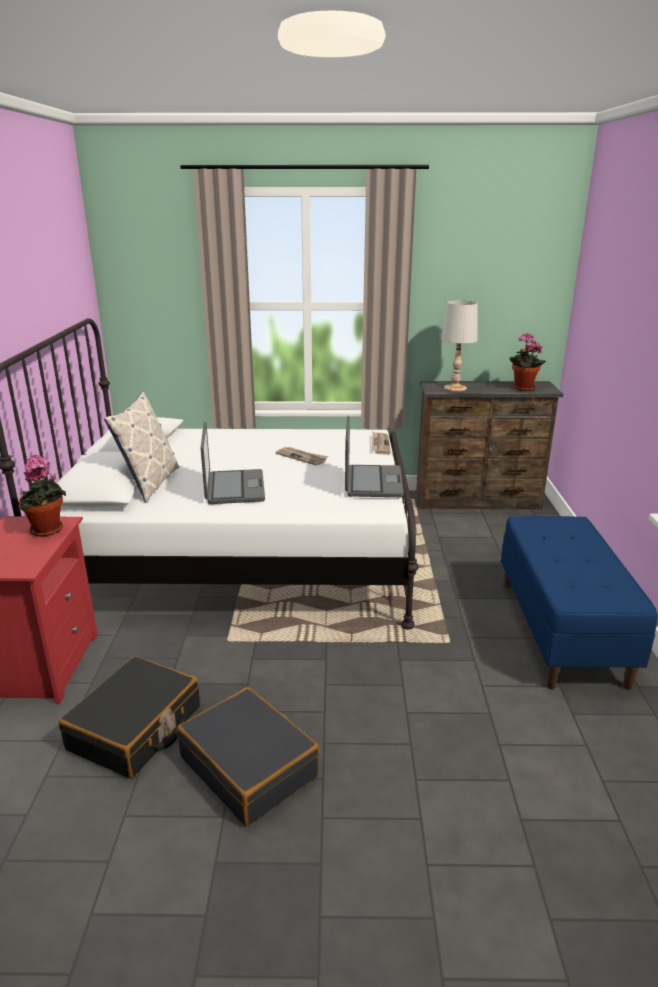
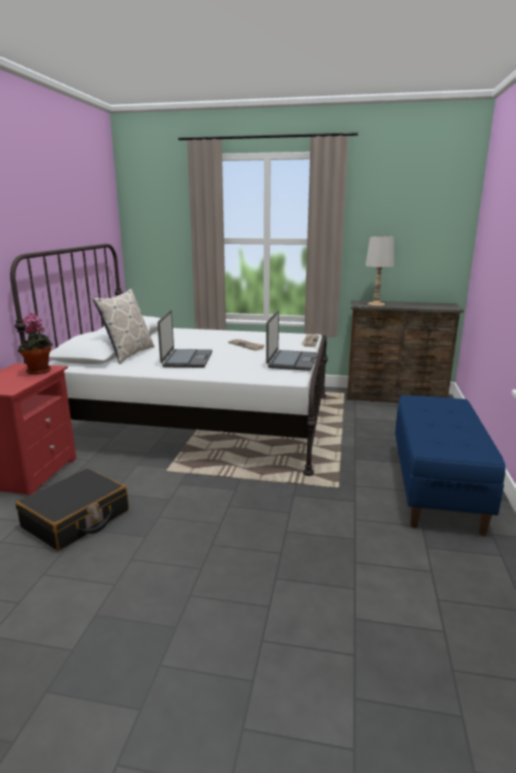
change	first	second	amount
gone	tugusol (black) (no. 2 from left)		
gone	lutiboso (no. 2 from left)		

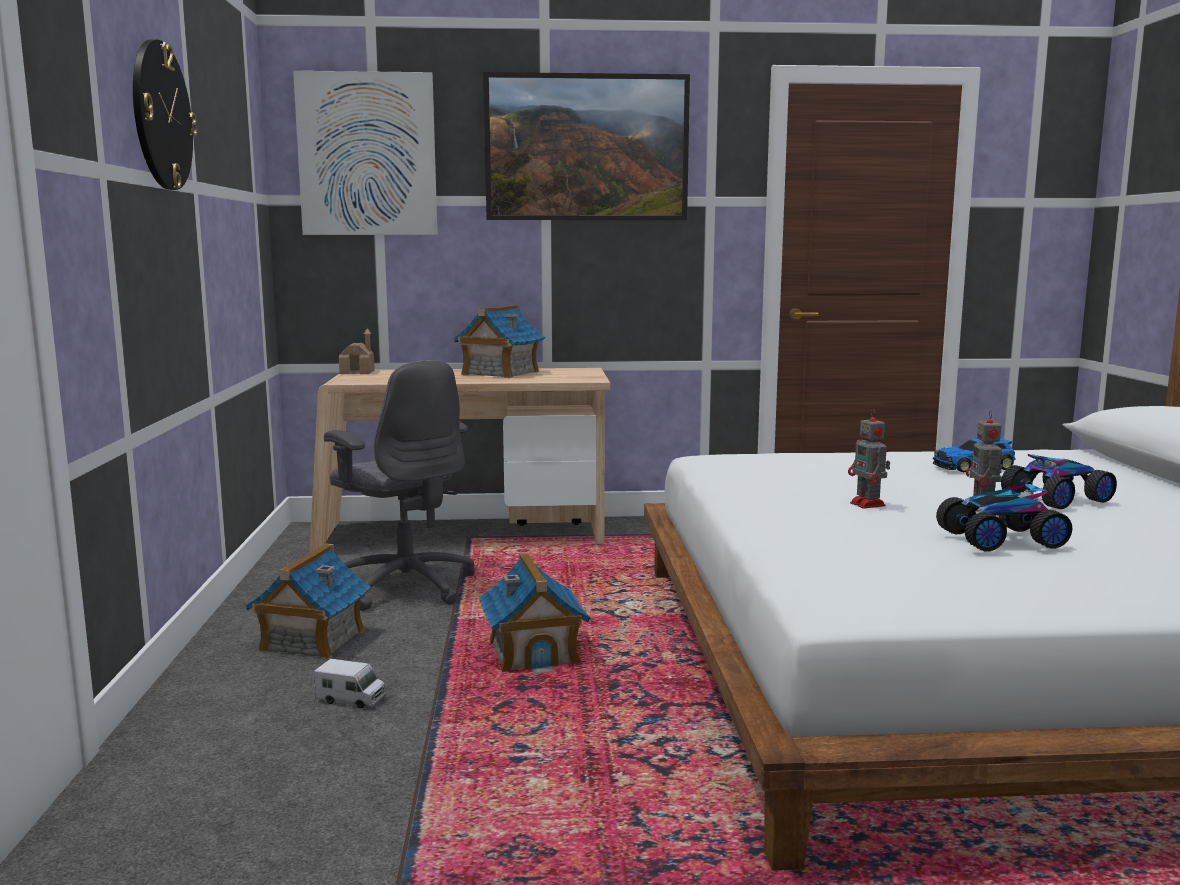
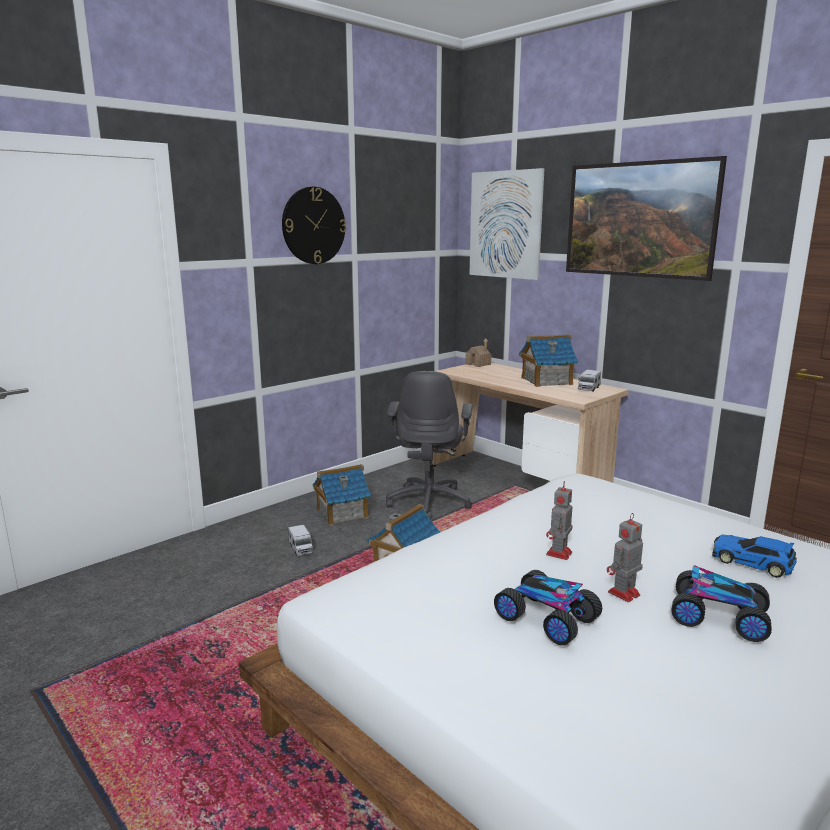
change	first	second	amount
new		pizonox (no. 2 from left)	

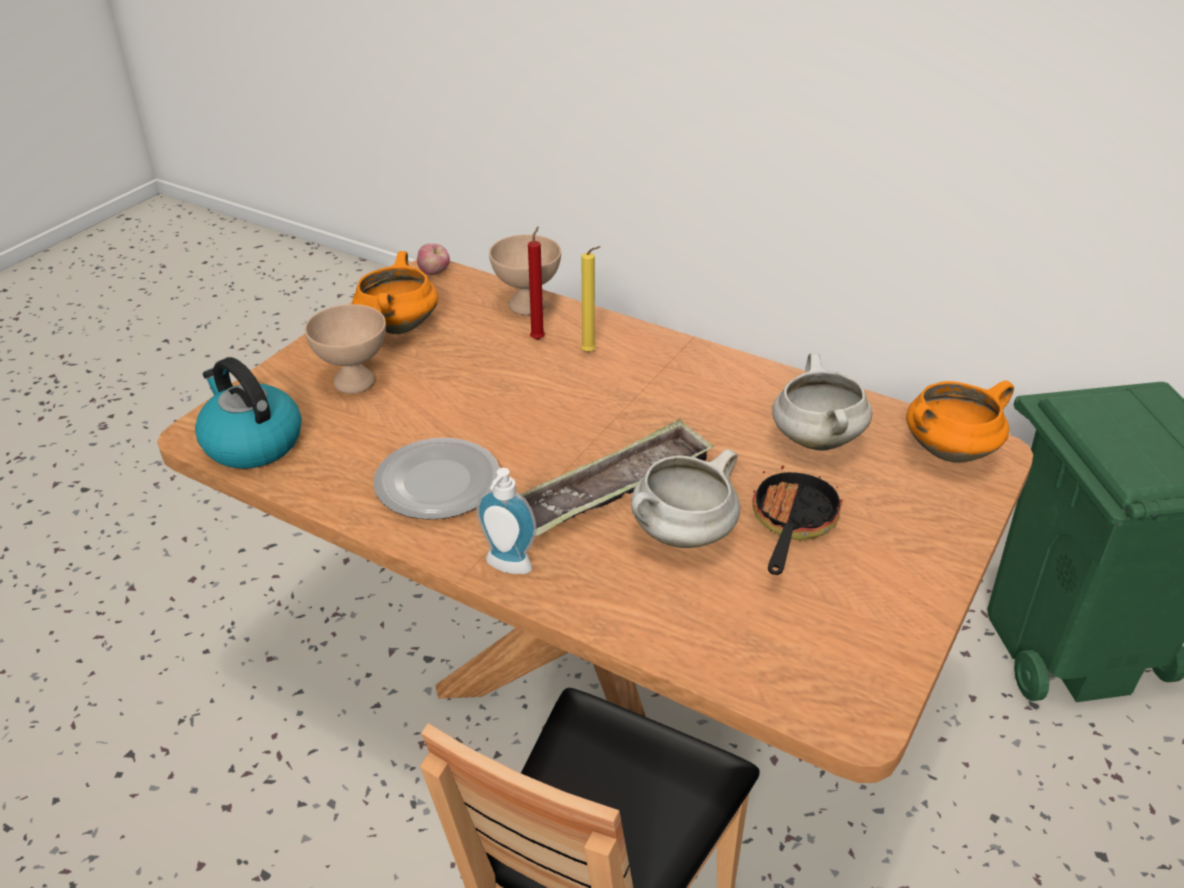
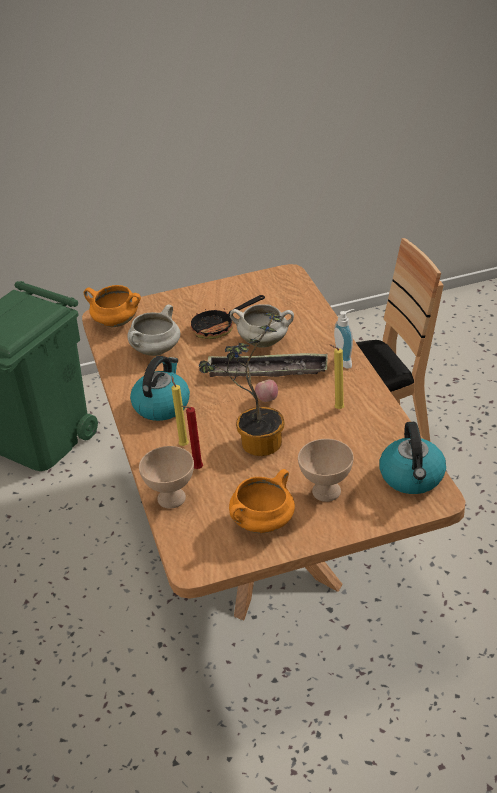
change	first	second	amount
new		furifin (no. 1 from left)	
new		lutiboso	
shifted	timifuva		
swapped	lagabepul	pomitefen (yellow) (no. 2 from left)	

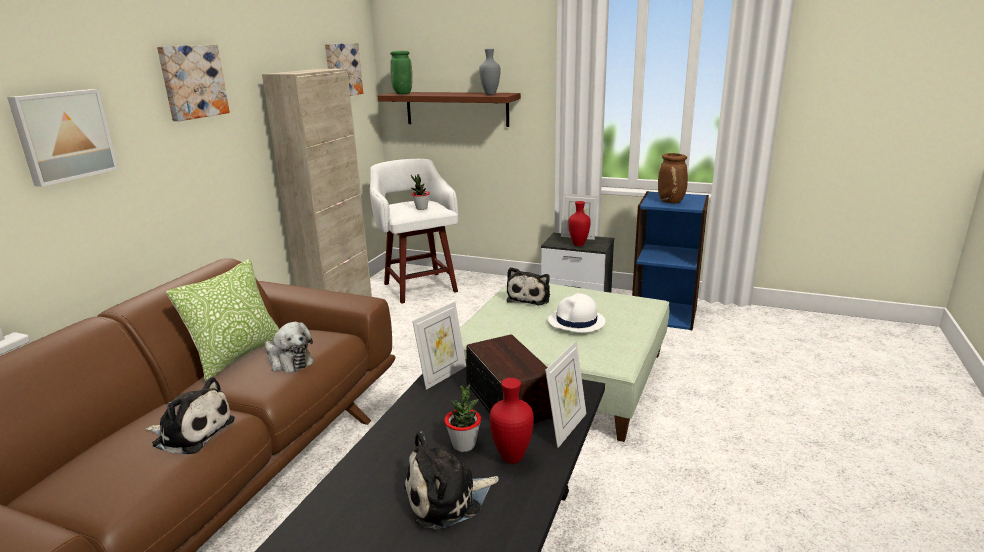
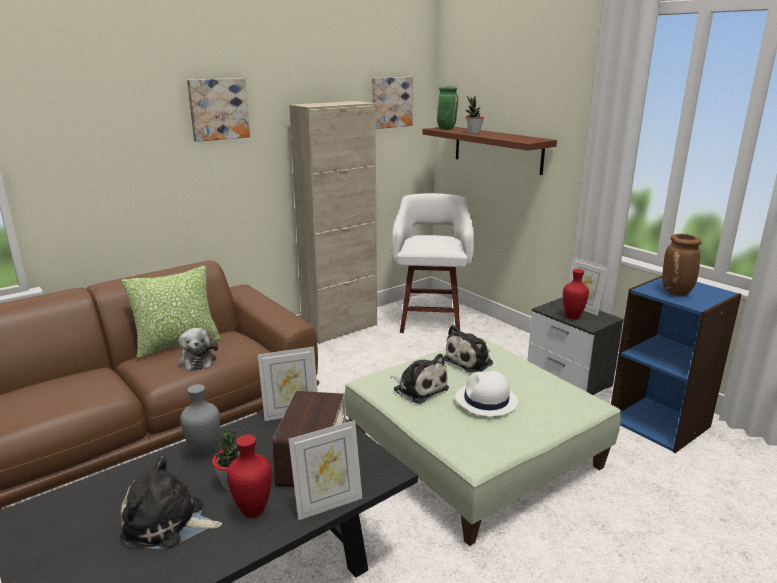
change	first	second	amount
gone	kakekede (no. 1 from left)		
shifted	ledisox (no. 1 from left in the first image)	ledisox (no. 3 from left)	
shifted	lutiboso (no. 1 from left in the first image)	lutiboso (no. 2 from left)	
shifted	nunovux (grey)		

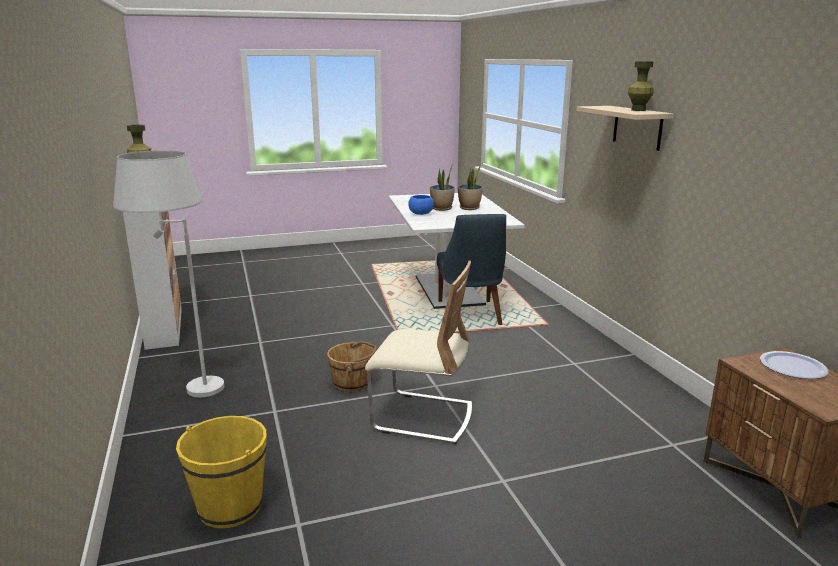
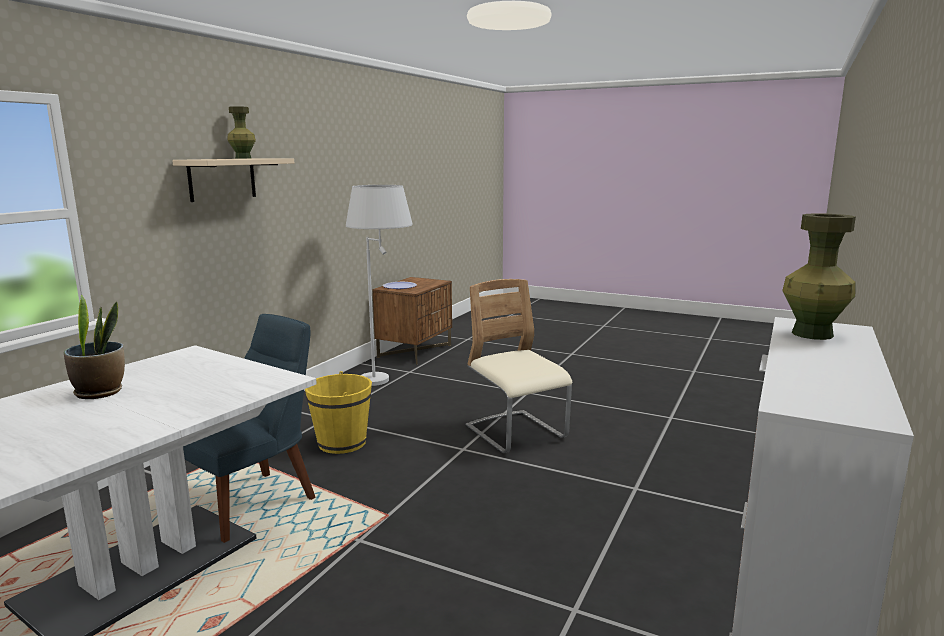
change	first	second	amount
gone	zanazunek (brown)		
gone	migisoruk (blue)		
gone	lutiboso (no. 1 from left)		
shifted	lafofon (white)		
shifted	zanazunek (yellow)		

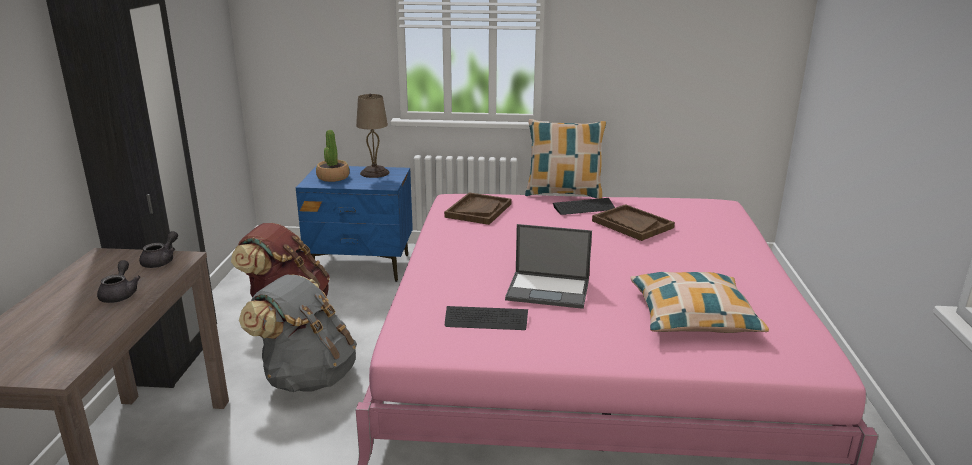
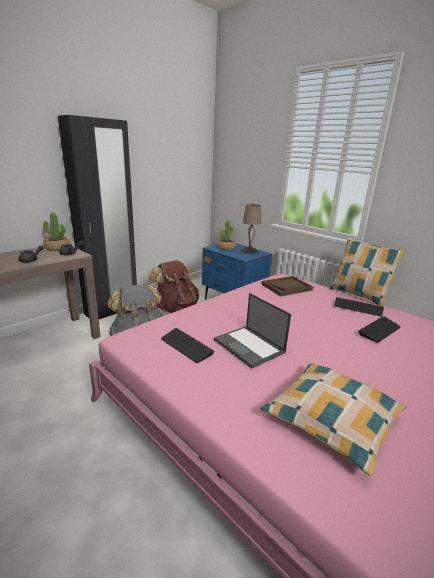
change	first	second	amount
new		lutiboso (no. 1 from left)	
swapped	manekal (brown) (no. 2 from left)	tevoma (no. 3 from left)	

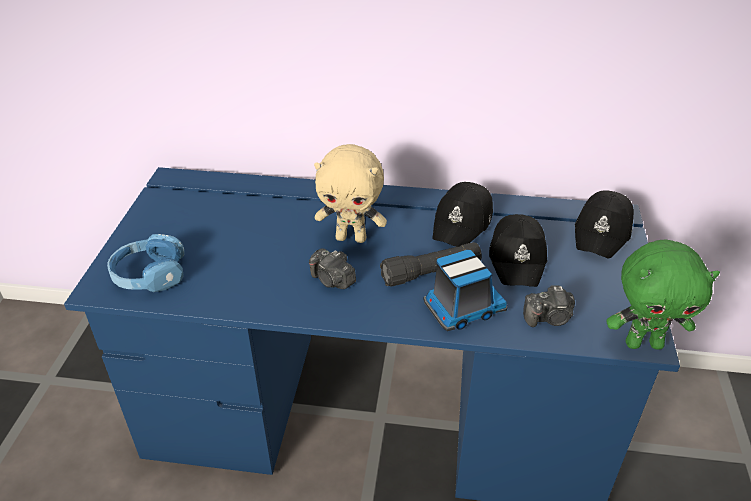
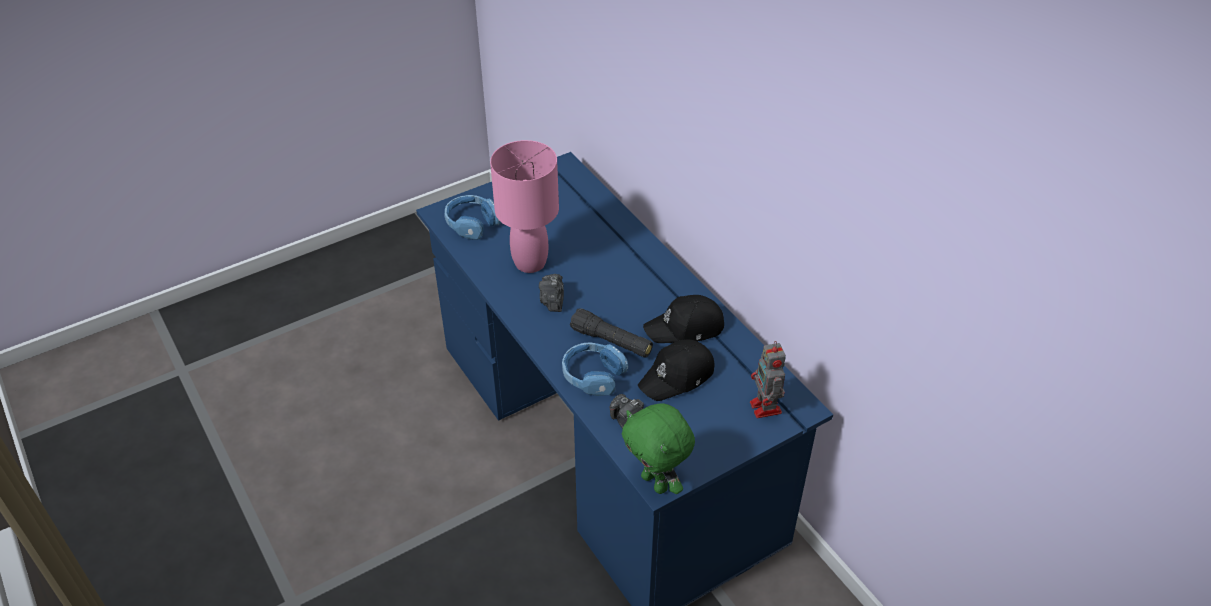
change	first	second	amount
gone	ledisox (beige)		
new		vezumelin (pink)	
swapped	pizonox	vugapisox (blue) (no. 2 from left)	
swapped	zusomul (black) (no. 3 from left)	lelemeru	

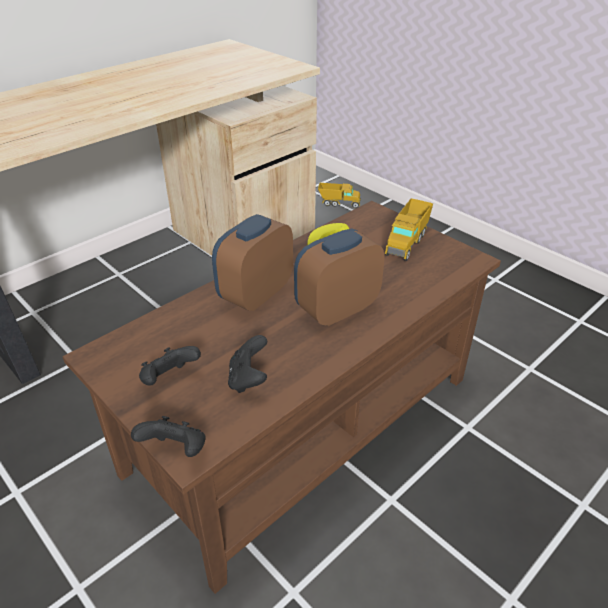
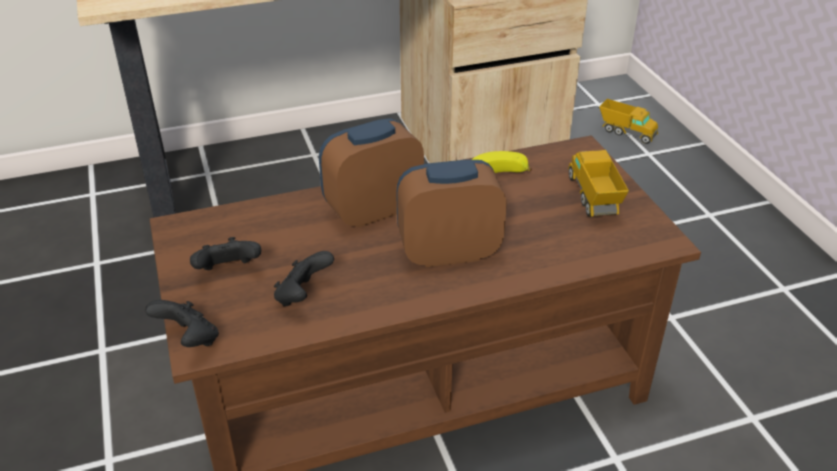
change	first	second	amount
rotated	pizonox (no. 2 from left in the first image)	pizonox (no. 1 from left)	120 degrees clockwise

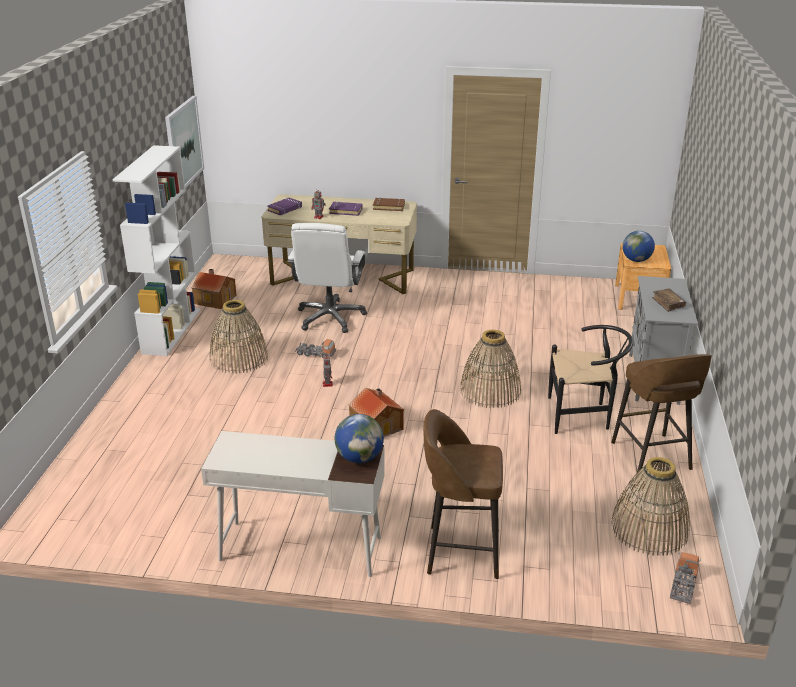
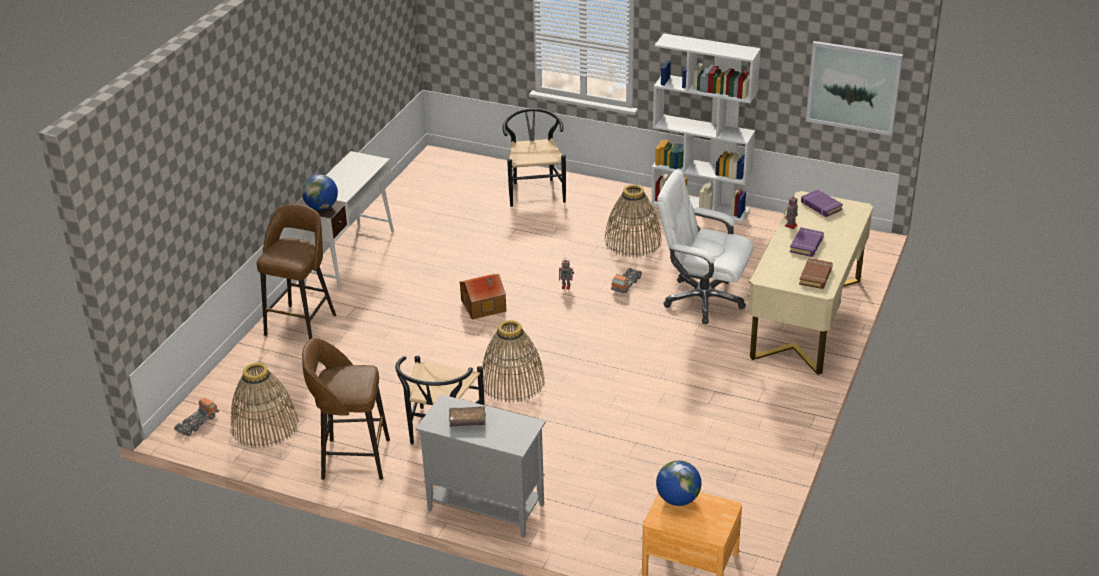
change	first	second	amount
gone	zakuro (no. 1 from left)		
new		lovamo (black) (no. 2 from left)	
rotated	pizonox (no. 2 from left in the first image)	pizonox (no. 1 from left)	90 degrees counterclockwise

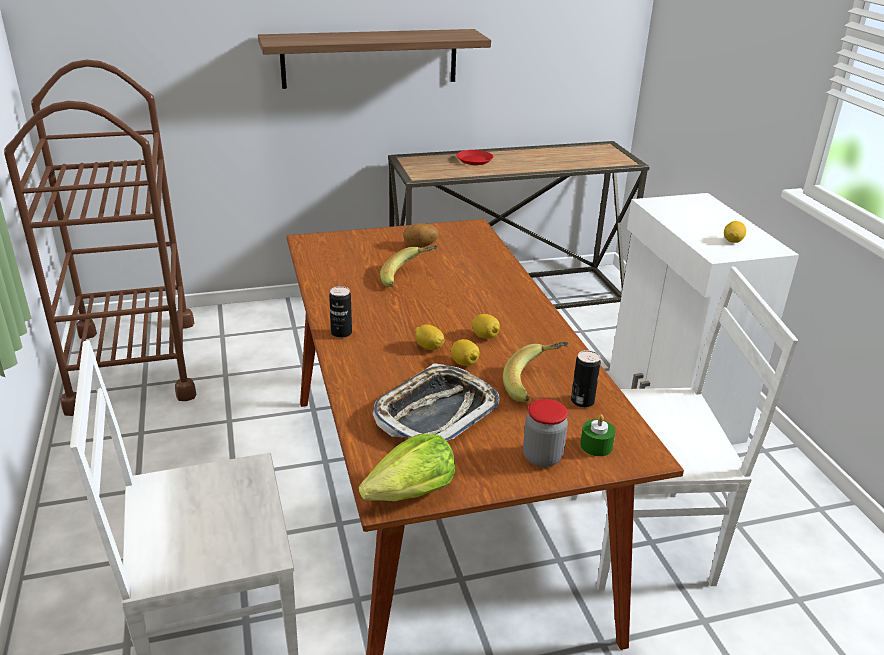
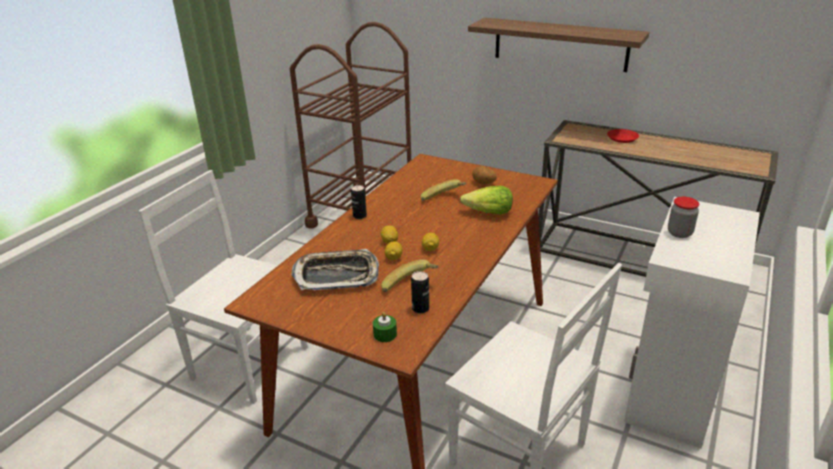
change	first	second	amount
gone	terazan (no. 4 from left)		
shifted	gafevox		
shifted	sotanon		

